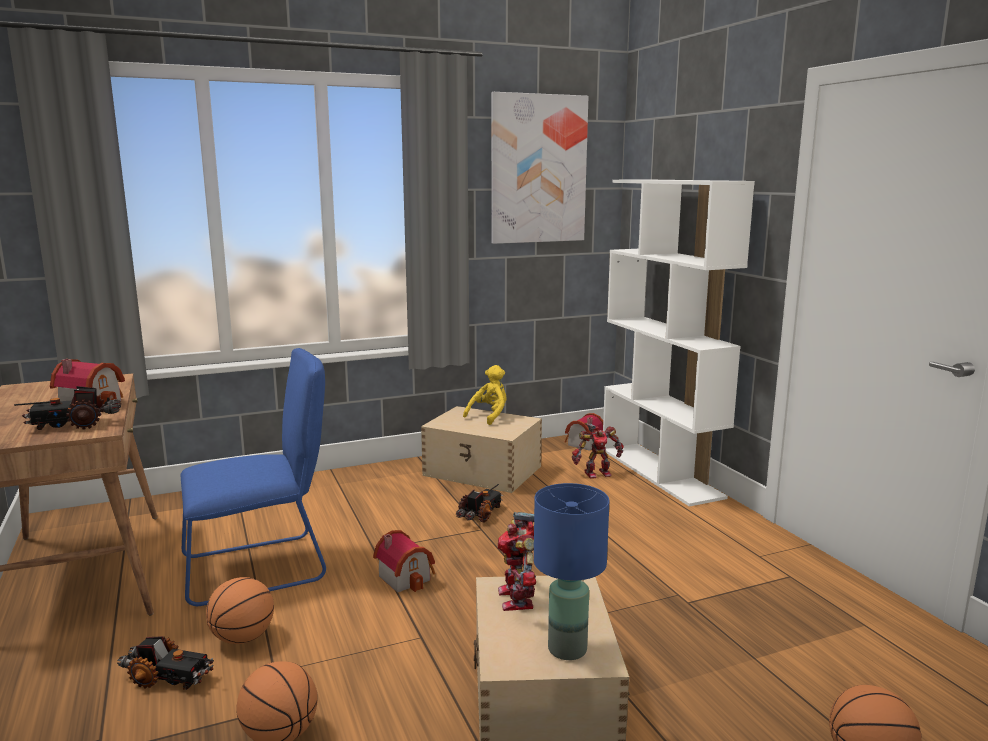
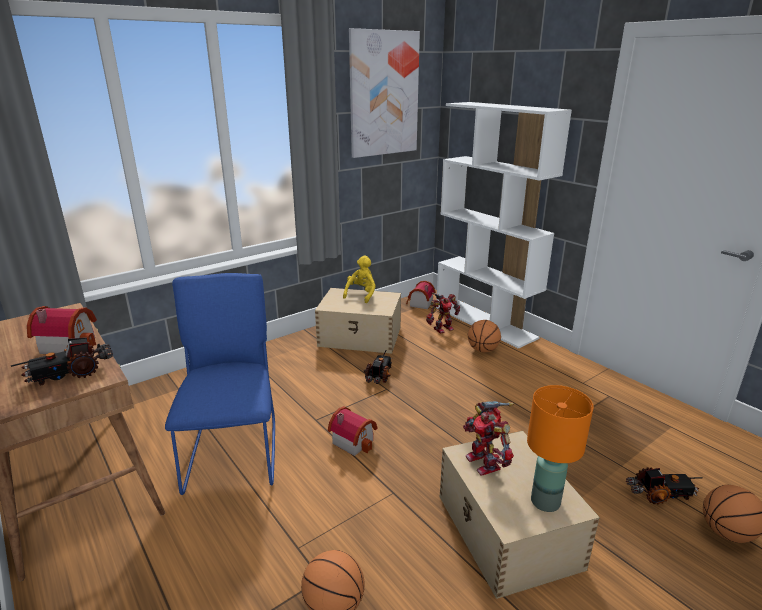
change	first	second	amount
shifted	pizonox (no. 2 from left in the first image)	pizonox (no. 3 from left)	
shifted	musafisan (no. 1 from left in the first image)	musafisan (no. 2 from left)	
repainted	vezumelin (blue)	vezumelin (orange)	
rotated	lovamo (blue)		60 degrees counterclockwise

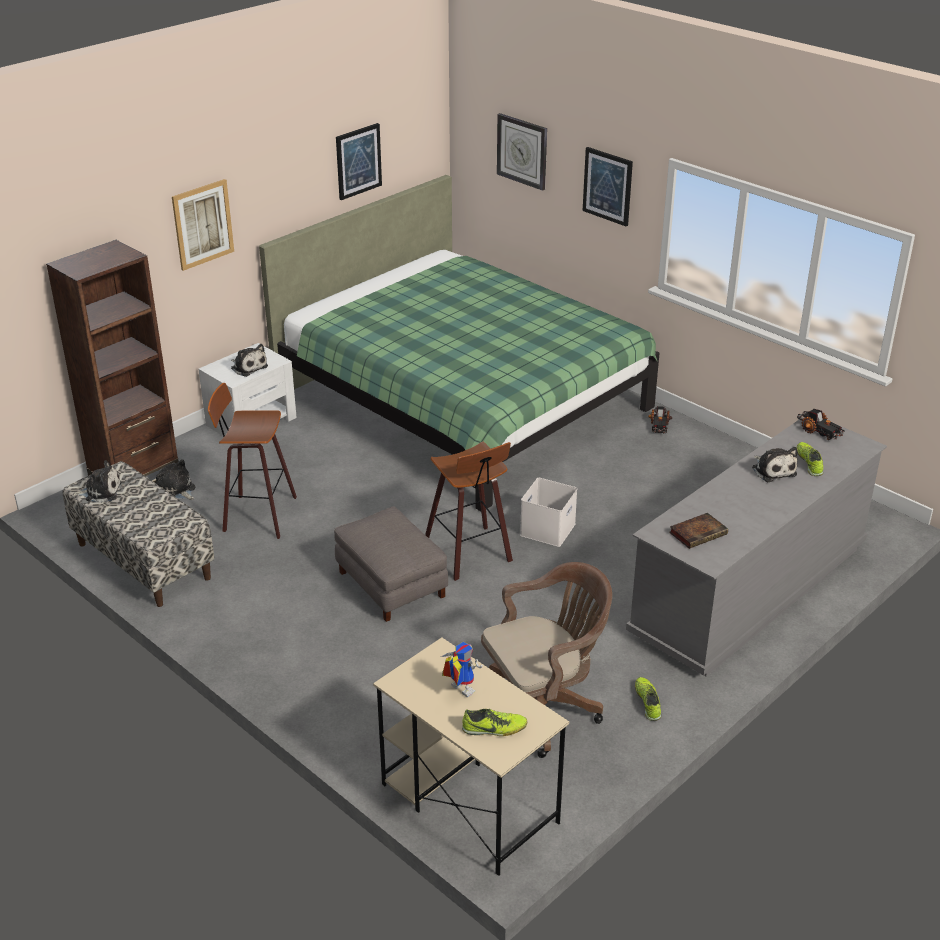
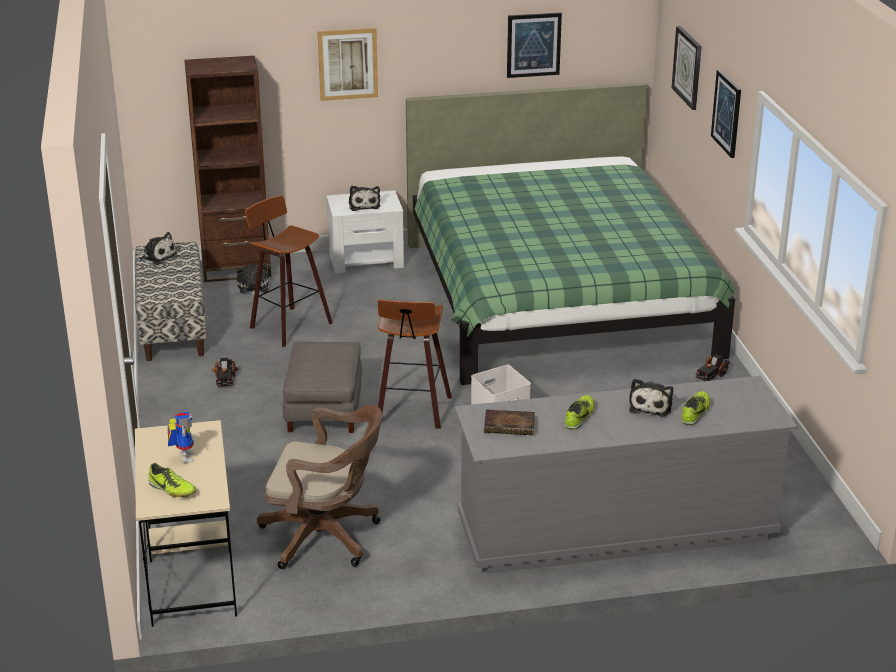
change	first	second	amount
shifted	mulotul (no. 2 from left)		
shifted	pizonox (no. 2 from left in the first image)	pizonox (no. 1 from left)	

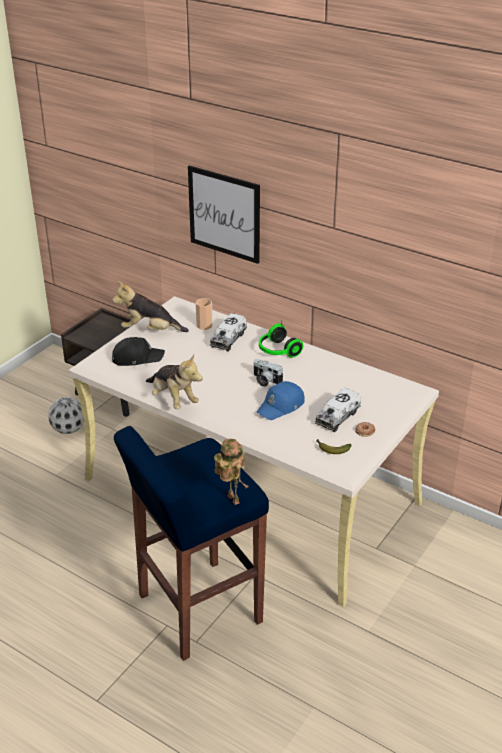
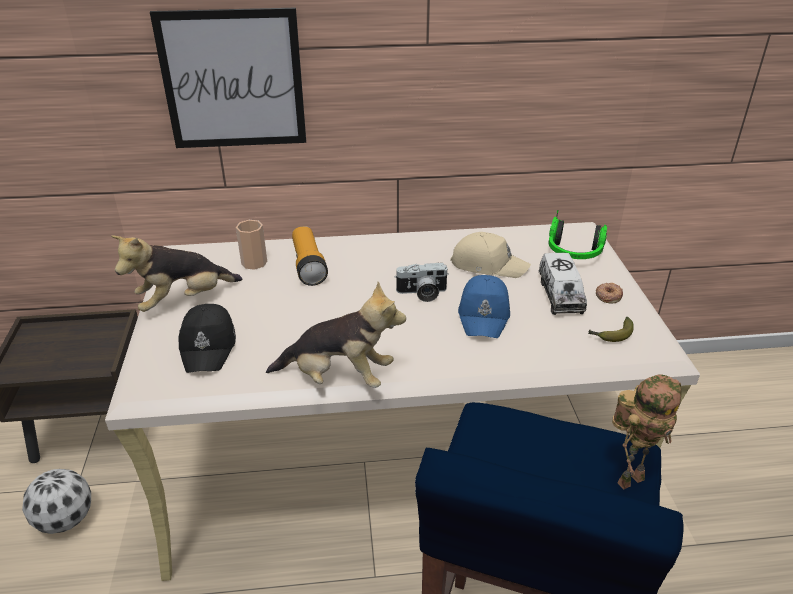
change	first	second	amount
new		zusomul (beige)	
shifted	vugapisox		
swapped	pizonox (no. 1 from left)	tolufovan	
rotated	zusomul (black)		135 degrees clockwise
rotated	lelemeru		135 degrees clockwise

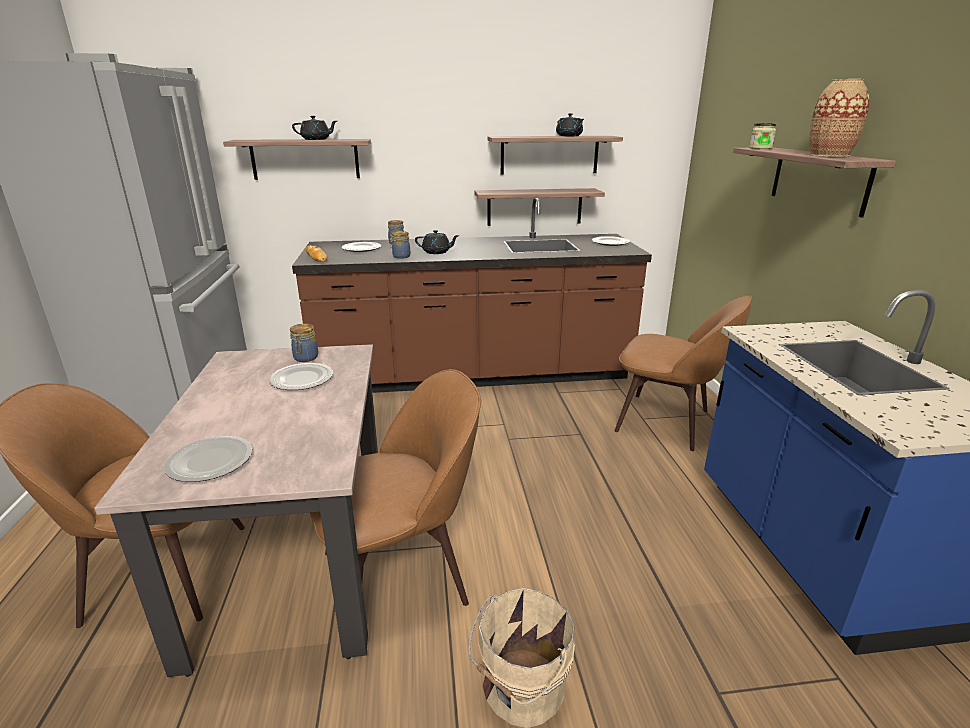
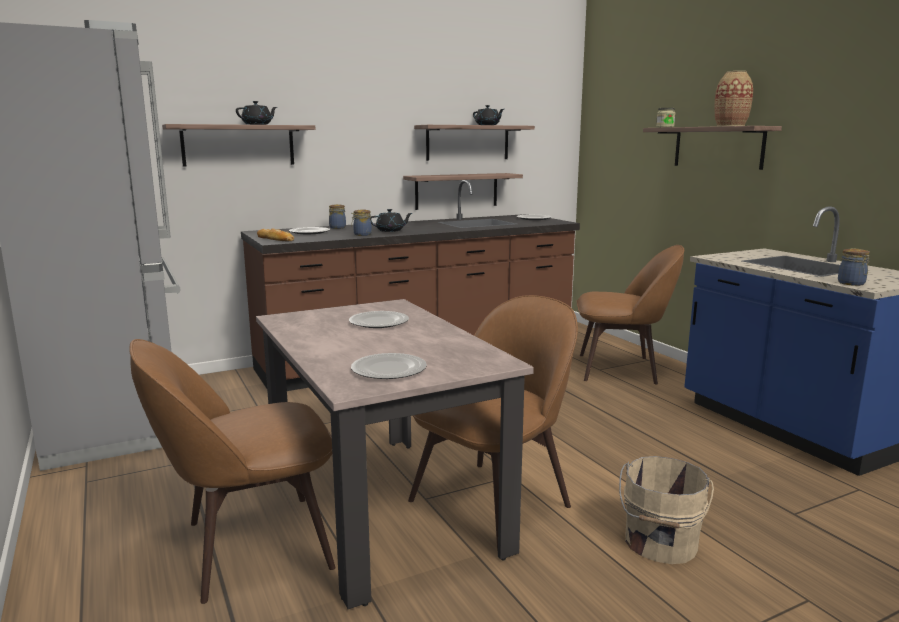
change	first	second	amount
shifted	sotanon (no. 1 from left in the first image)	sotanon (no. 4 from left)	

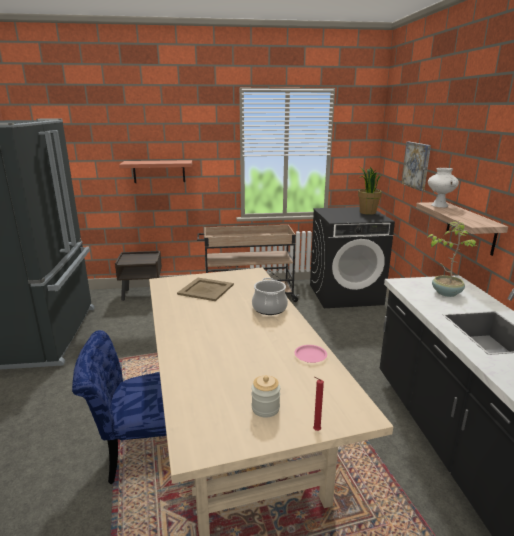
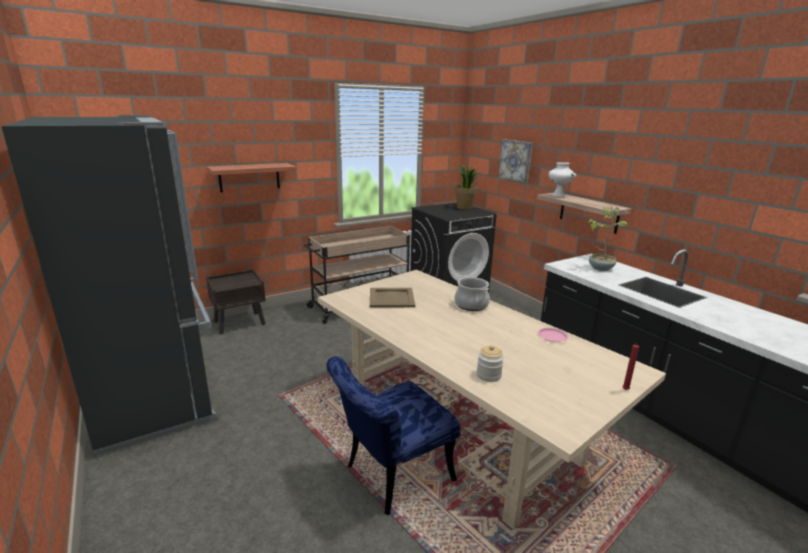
change	first	second	amount
shifted	sotanon		

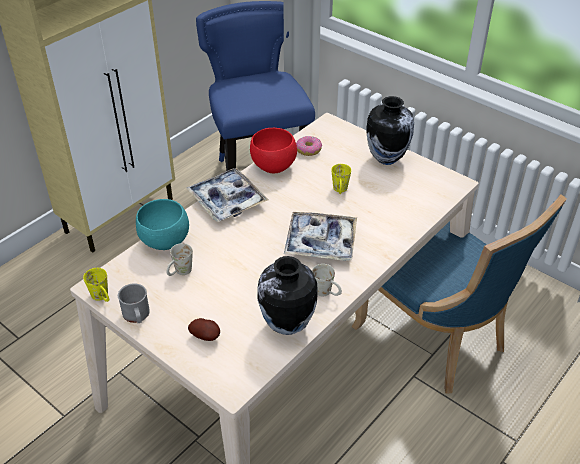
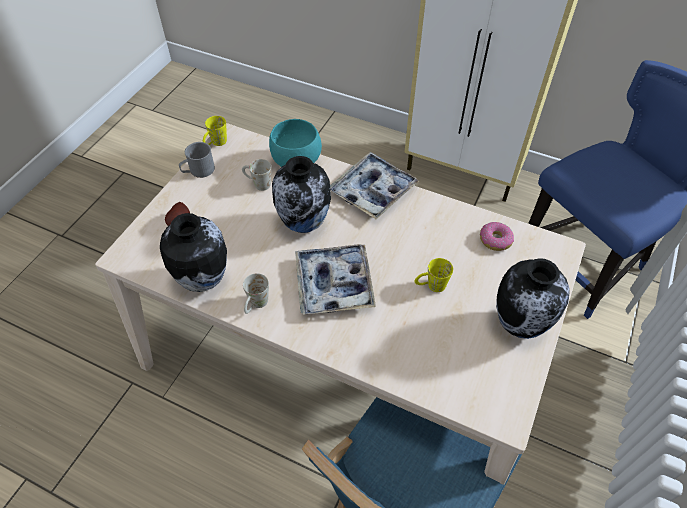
change	first	second	amount
gone	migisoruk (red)		
new		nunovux (no. 2 from left)	

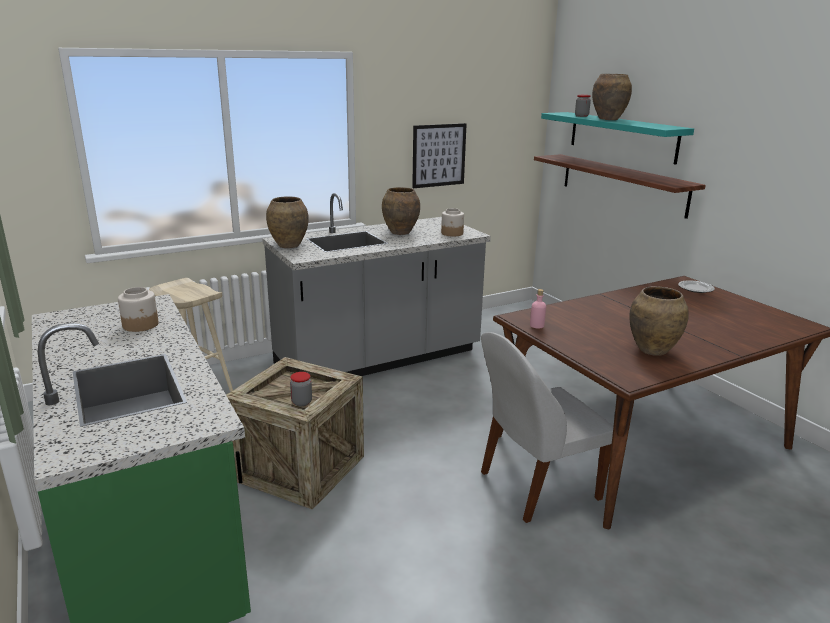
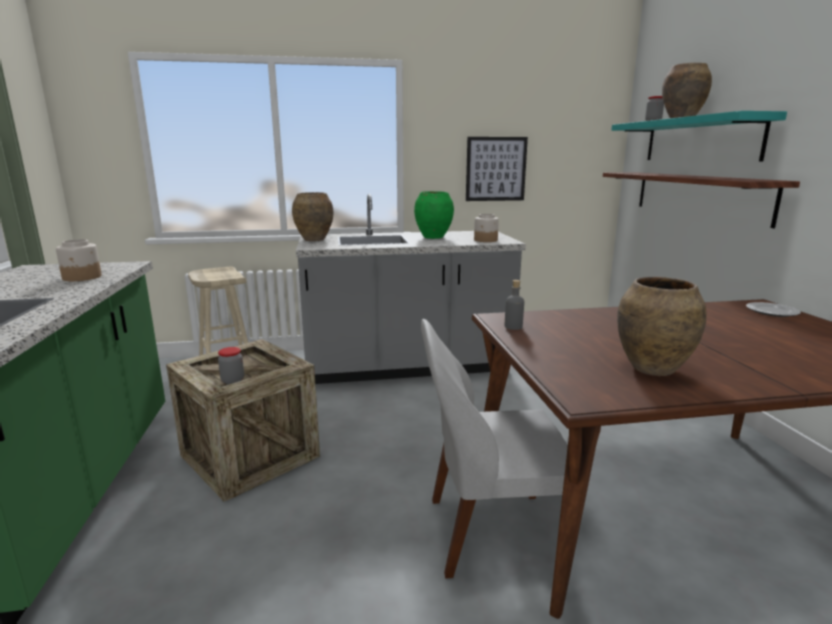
change	first	second	amount
repainted	nunovux (brown) (no. 2 from left)	nunovux (green)	
repainted	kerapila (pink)	kerapila (grey)	

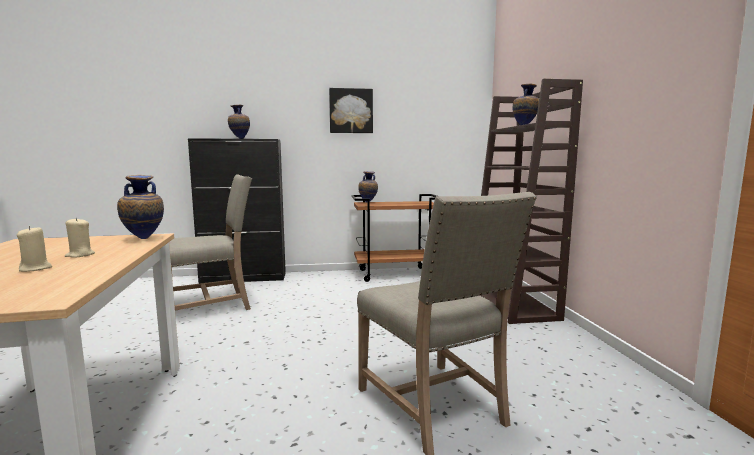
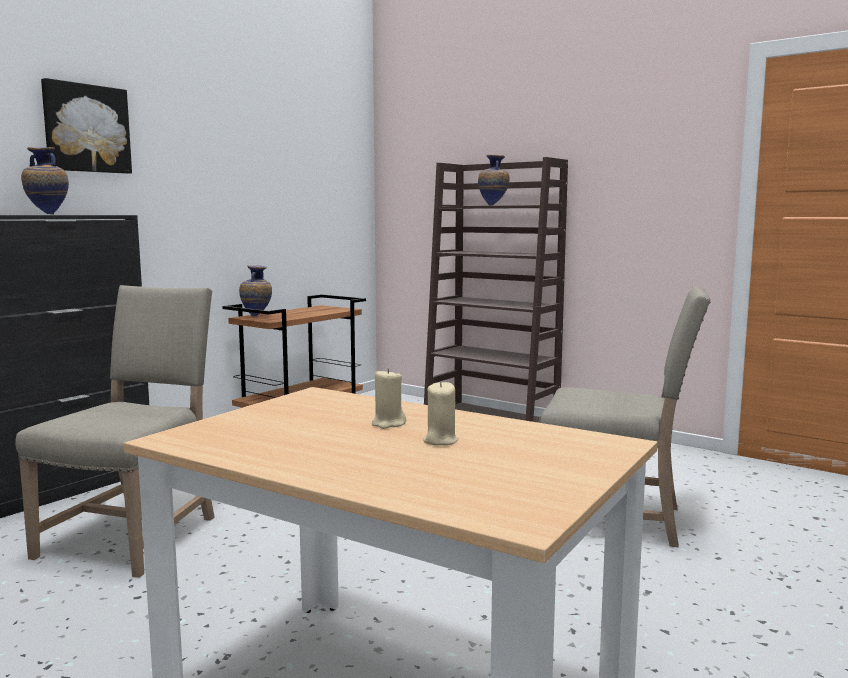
change	first	second	amount
gone	nunovux (no. 1 from left)		
shifted	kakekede		

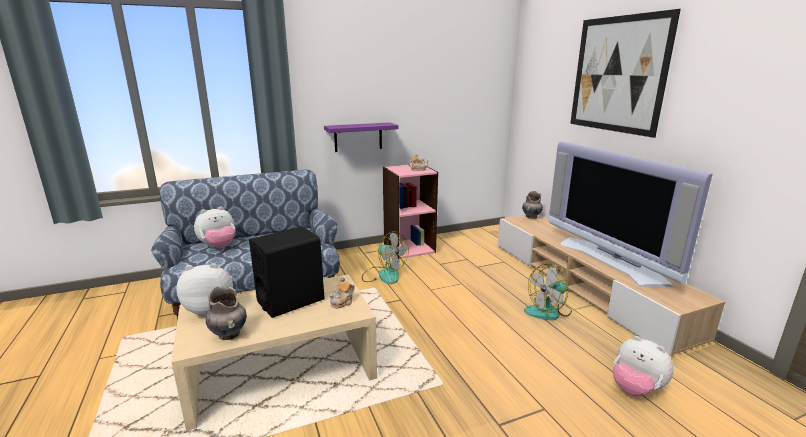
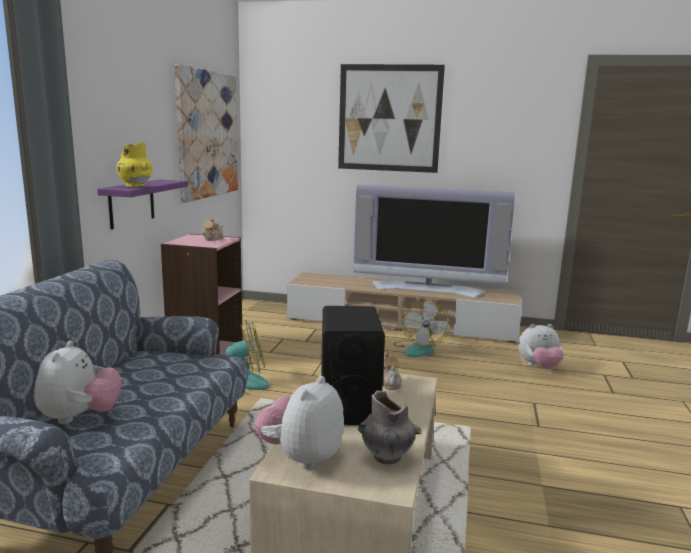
change	first	second	amount
gone	nunovux (grey) (no. 2 from left)		
new		nunovux (yellow)	
new		kakekede (no. 1 from left)	

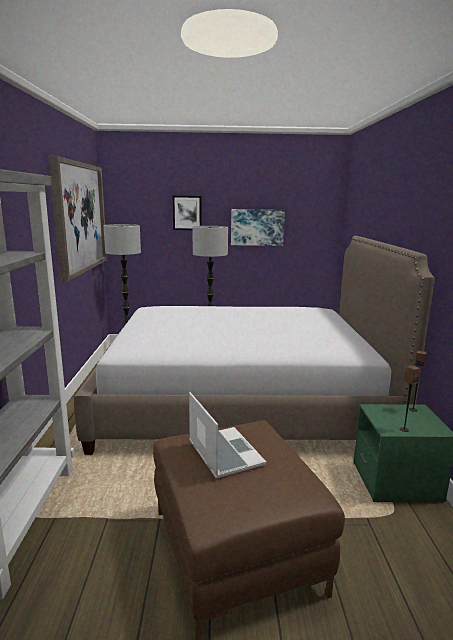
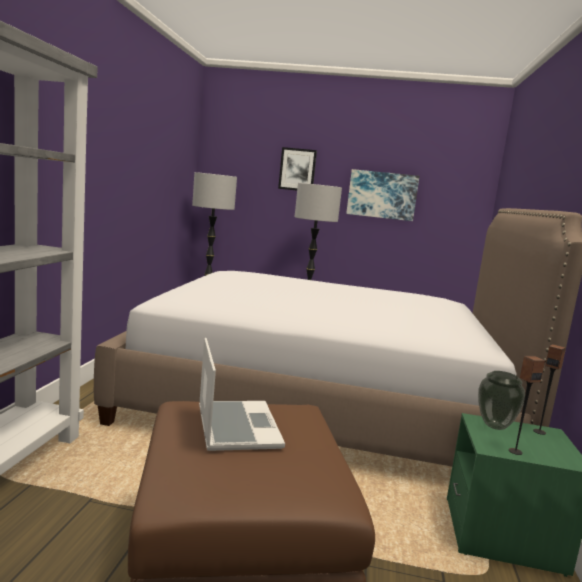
change	first	second	amount
gone	kakekede (no. 1 from left)		
new		nunovux	

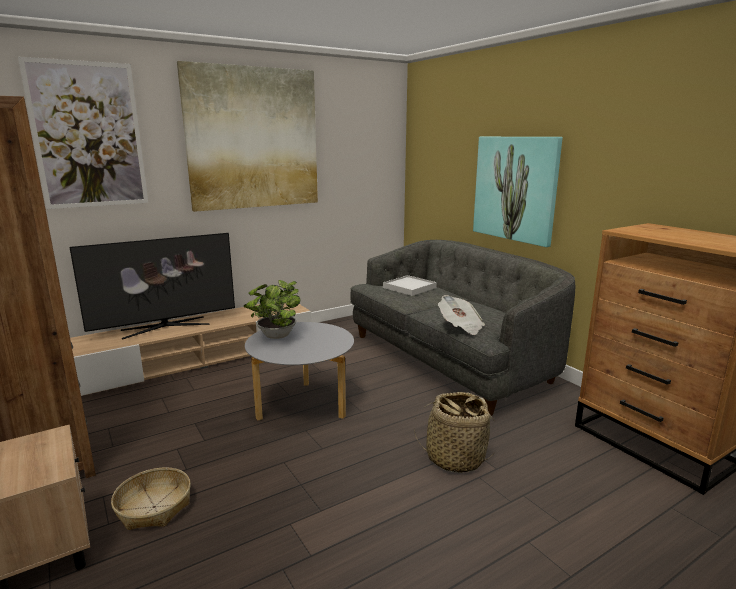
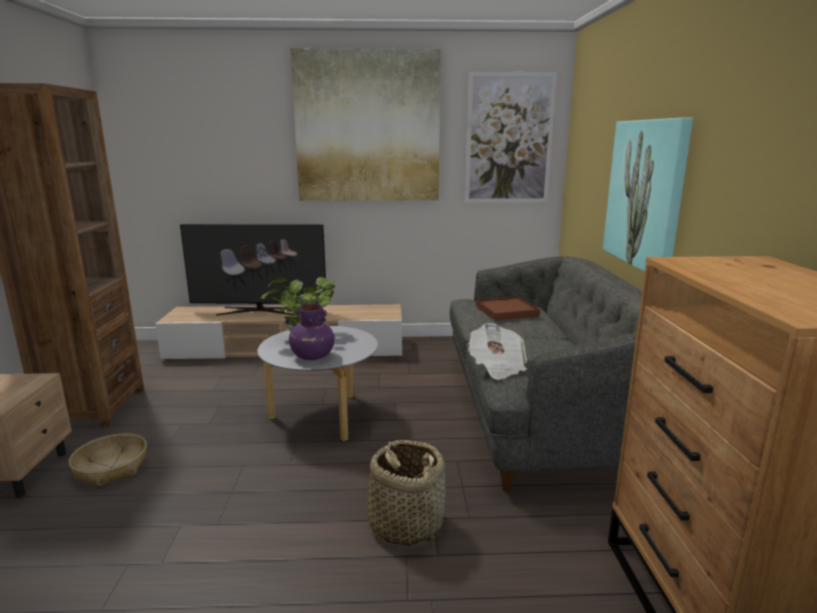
change	first	second	amount
new		nunovux (purple)	
shifted	kakekede (no. 1 from left in the first image)	kakekede (no. 2 from left)	
repainted	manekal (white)	manekal (brown)	

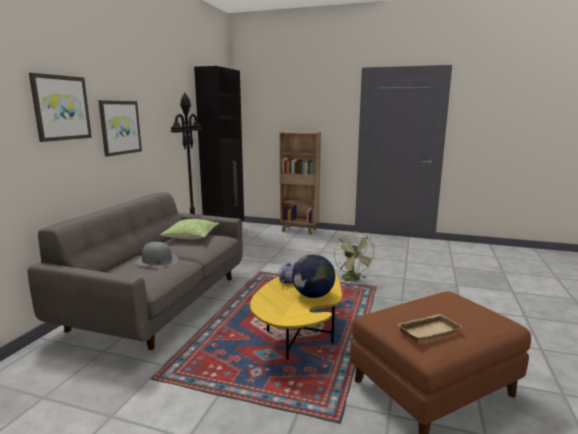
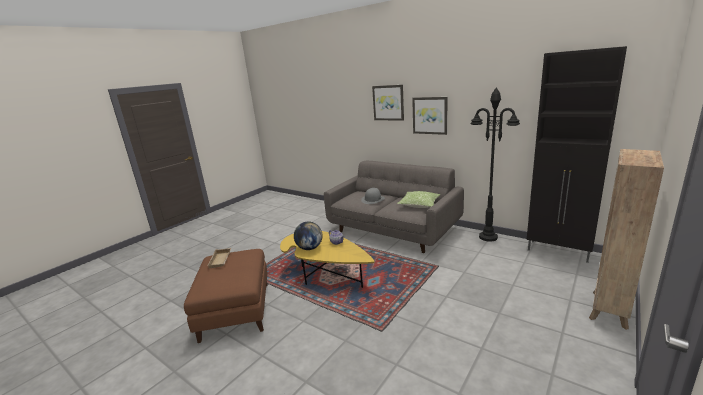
change	first	second	amount
gone	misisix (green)		

